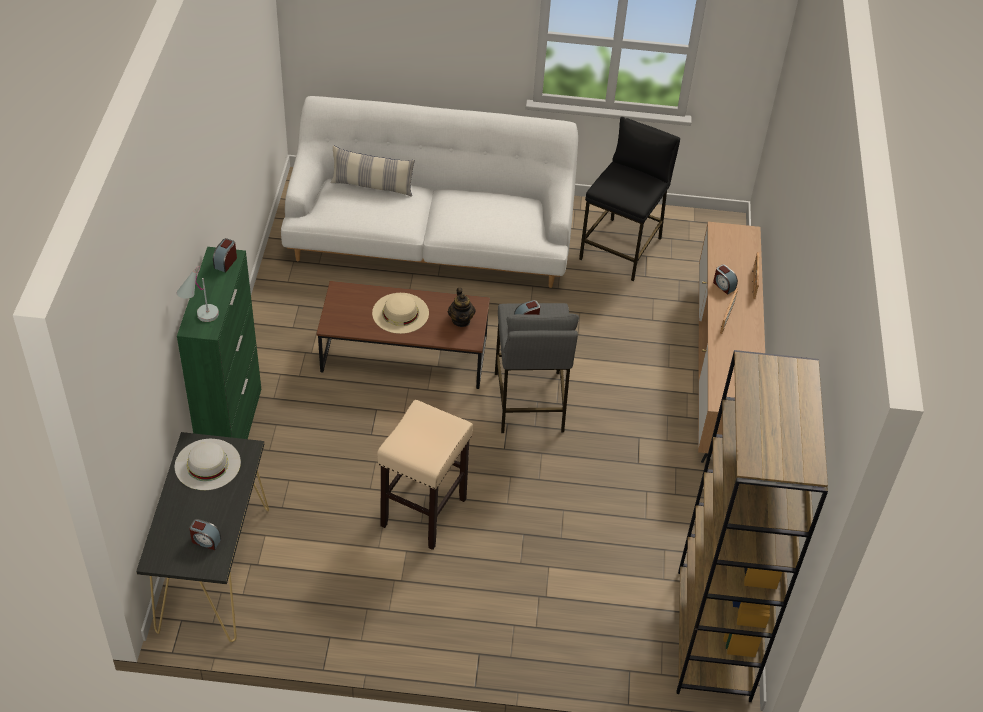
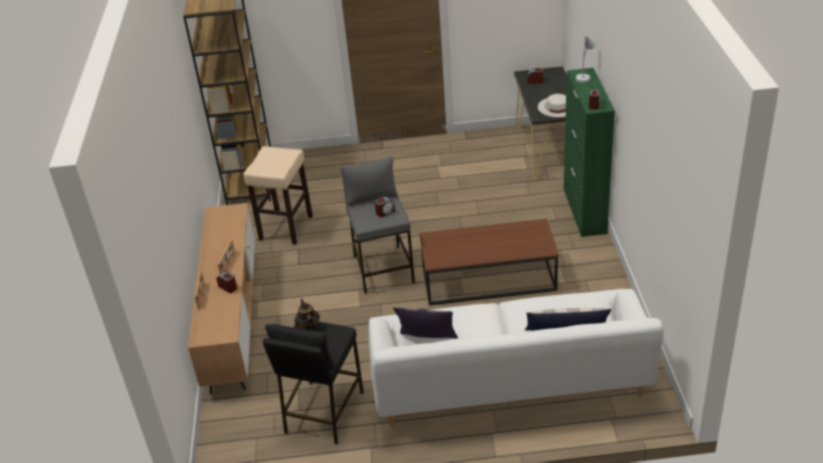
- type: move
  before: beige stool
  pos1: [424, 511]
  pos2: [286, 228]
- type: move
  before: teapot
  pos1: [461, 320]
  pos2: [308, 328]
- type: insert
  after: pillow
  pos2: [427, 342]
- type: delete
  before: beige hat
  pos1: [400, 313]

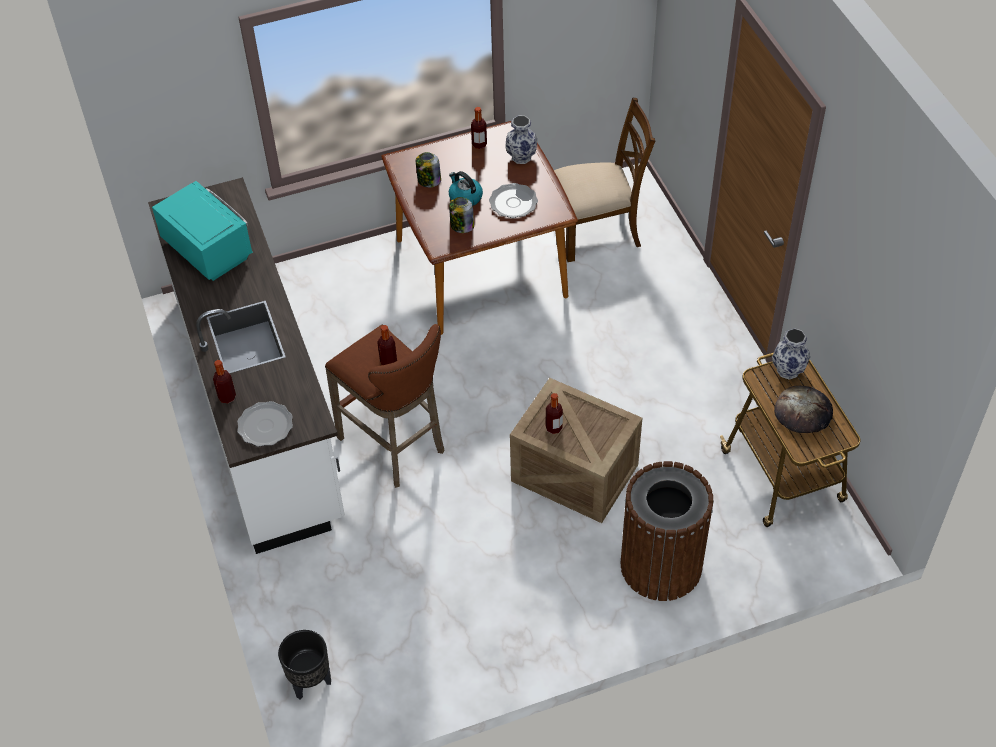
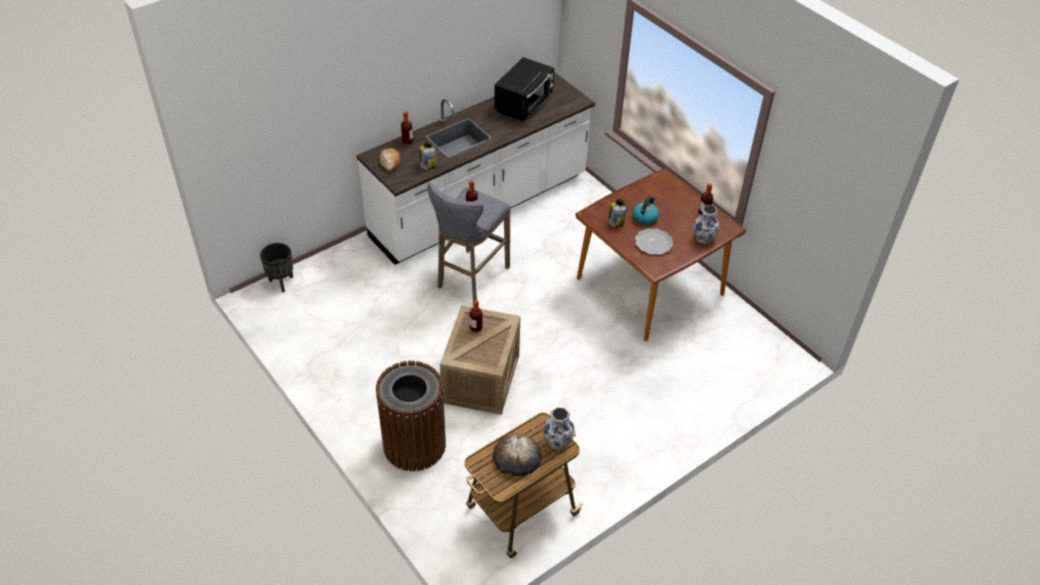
- type: replace
  before: plate
  after: bread
  pos1: [266, 426]
  pos2: [390, 162]
- type: move
  before: jar
  pos1: [428, 181]
  pos2: [427, 164]
- type: recolor
  before: brown stool
  after: grey stool
  pos1: [396, 447]
  pos2: [470, 279]
- type: recolor
  before: turquoise microwave
  after: black microwave
  pos1: [207, 249]
  pos2: [524, 104]
- type: delete
  before: brown chair
  pos1: [597, 231]

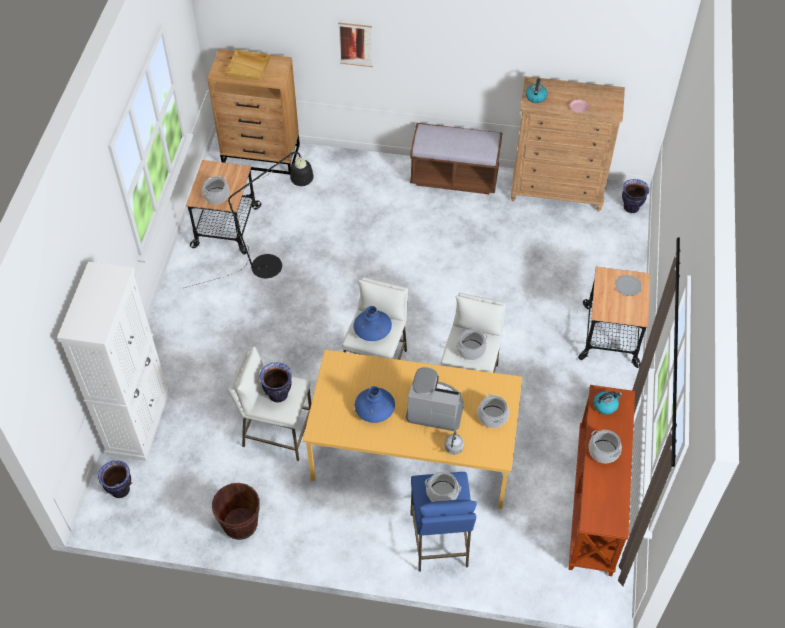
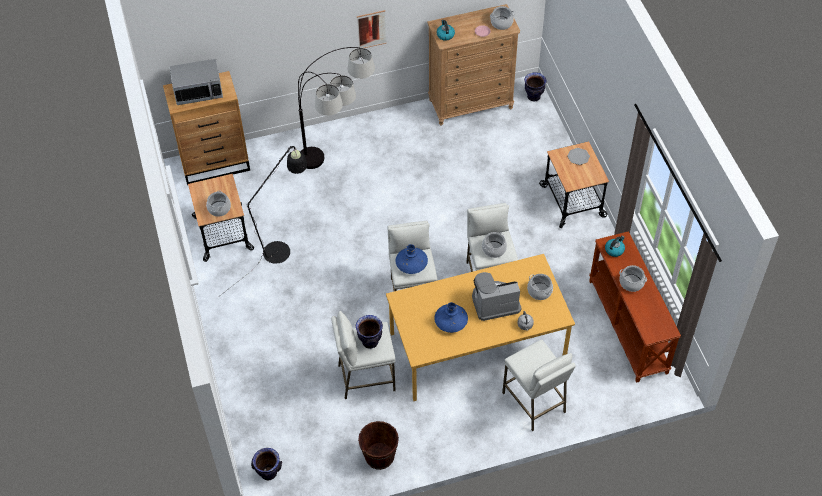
- type: replace
  before: beige tray
  after: microwave
  pos1: [248, 67]
  pos2: [198, 91]
- type: insert
  after: floor lamp
  pos2: [338, 172]
- type: move
  before: picture
  pos1: [355, 44]
  pos2: [371, 29]
- type: move
  before: cooking pot
  pos1: [442, 493]
  pos2: [501, 23]
- type: recolor
  before: blue stool
  after: white stool
  pos1: [439, 540]
  pos2: [534, 402]
- type: delete
  before: white cabinet
  pos1: [138, 421]
- type: delete
  before: brown bench
  pos1: [454, 177]

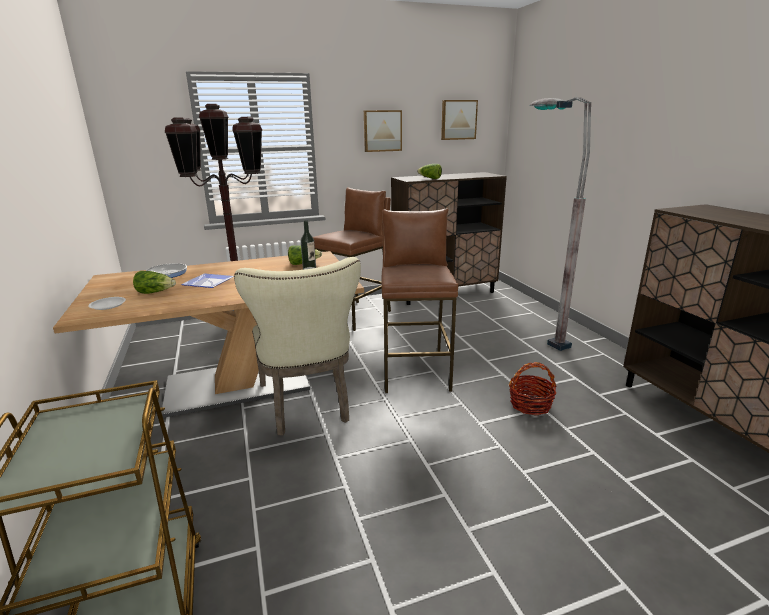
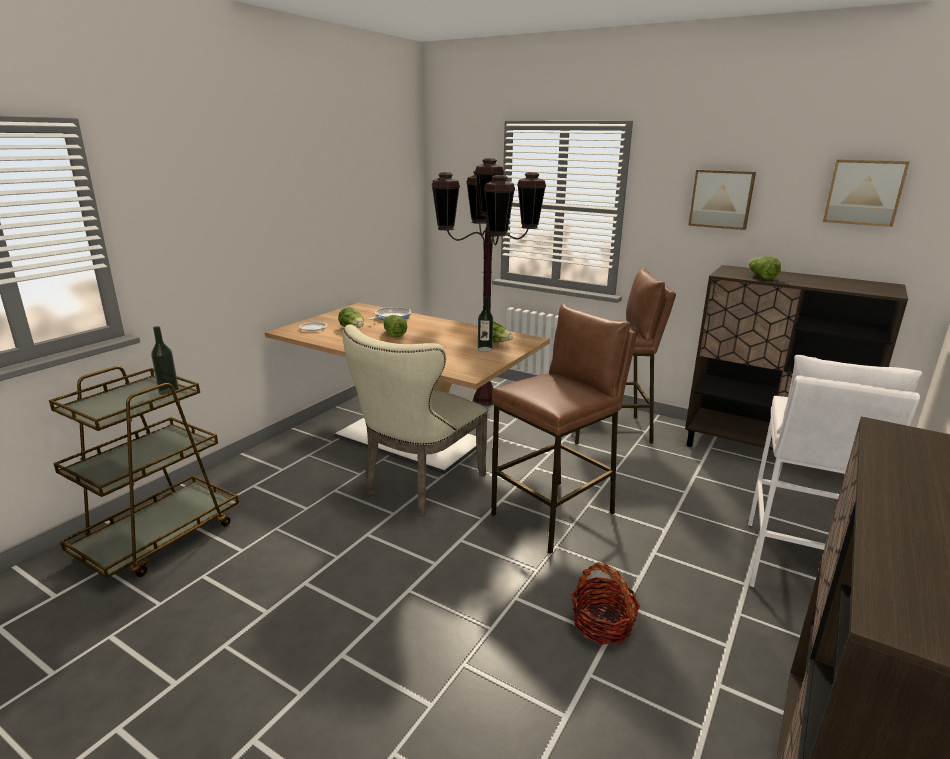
- type: insert
  after: bottle
  pos2: [169, 391]
- type: replace
  before: plate
  after: lettuce
  pos1: [208, 283]
  pos2: [394, 334]
- type: replace
  before: grey floor lamp
  after: white stool
  pos1: [534, 332]
  pos2: [795, 564]

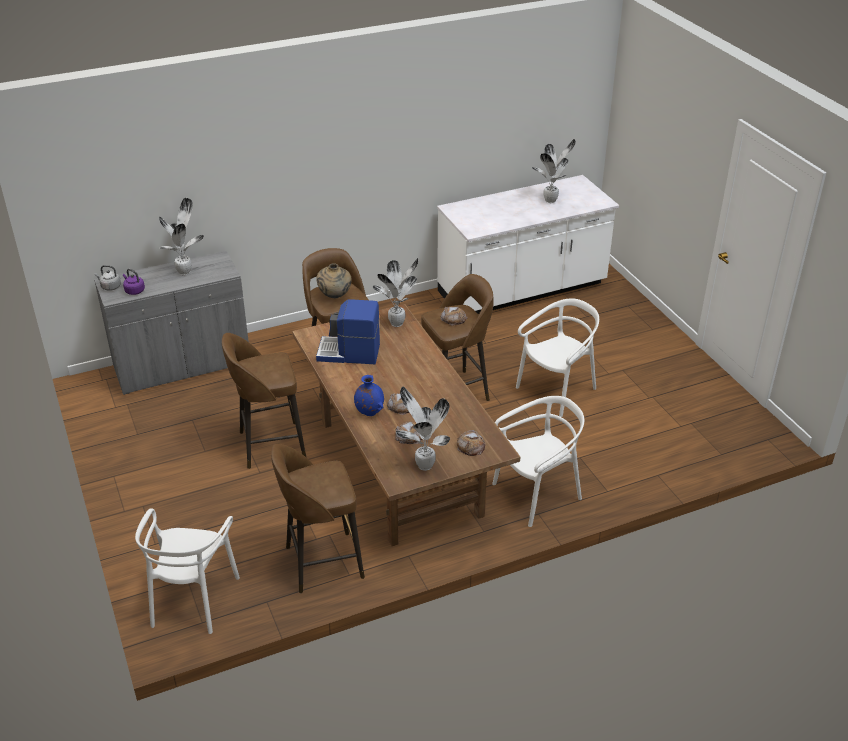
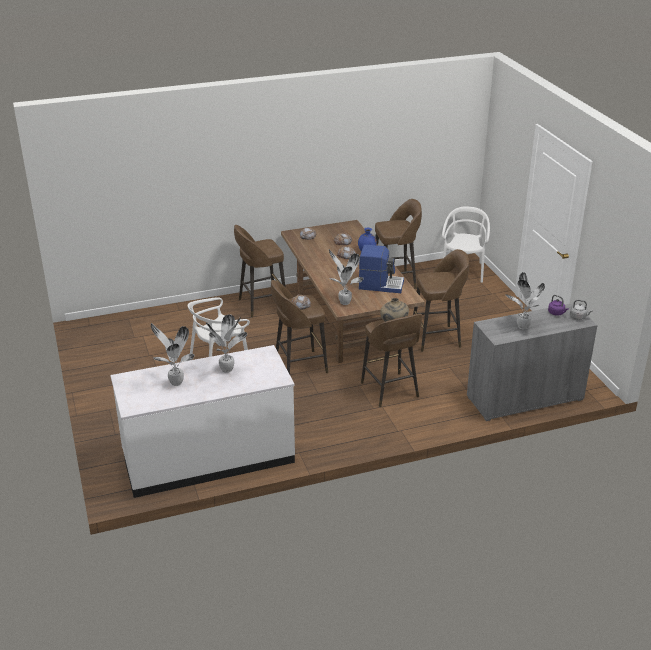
- type: move
  before: potted plant
  pos1: [423, 465]
  pos2: [228, 370]
- type: replace
  before: white chair
  after: brown stool
  pos1: [537, 494]
  pos2: [261, 304]

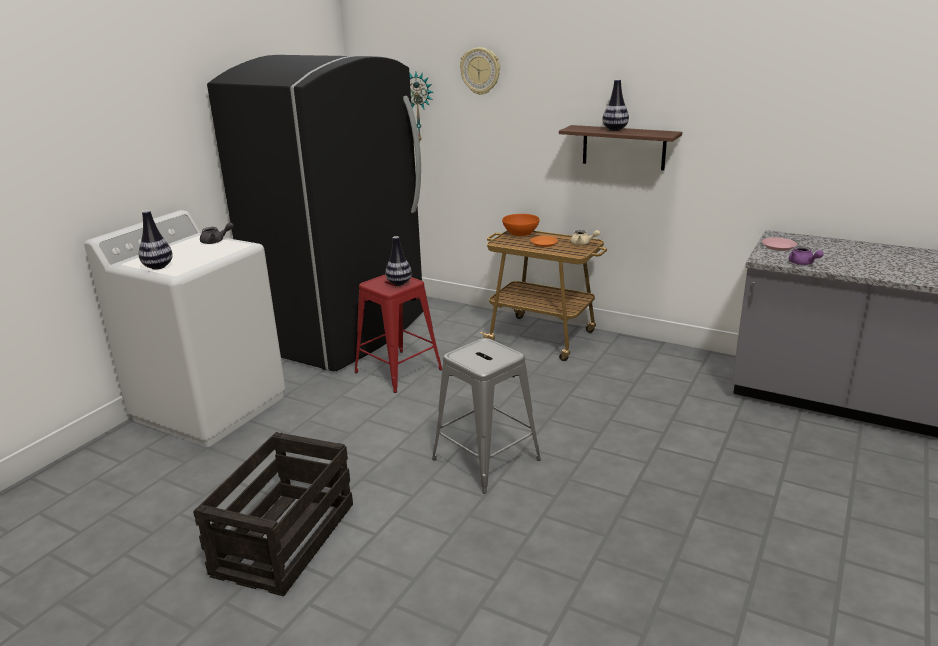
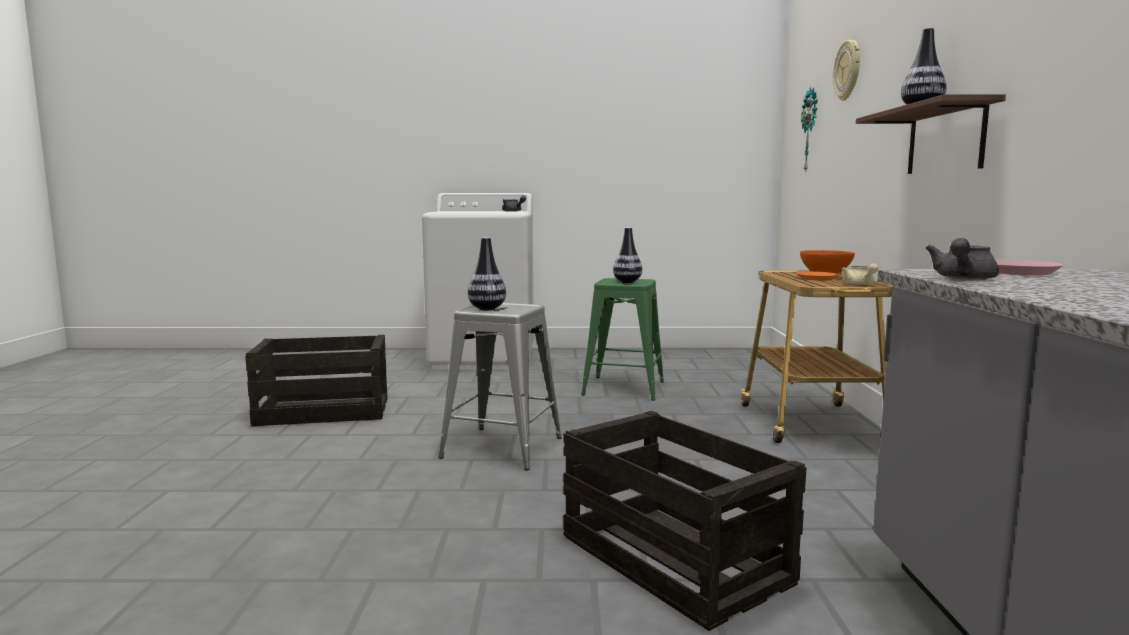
- type: move
  before: vase
  pos1: [158, 267]
  pos2: [487, 309]
- type: insert
  after: crate
  pos2: [672, 559]
- type: recolor
  before: red stool
  after: green stool
  pos1: [398, 371]
  pos2: [624, 388]
- type: recolor
  before: purple teapot
  after: grey teapot
  pos1: [803, 263]
  pos2: [962, 279]
- type: delete
  before: black fridge
  pos1: [345, 333]

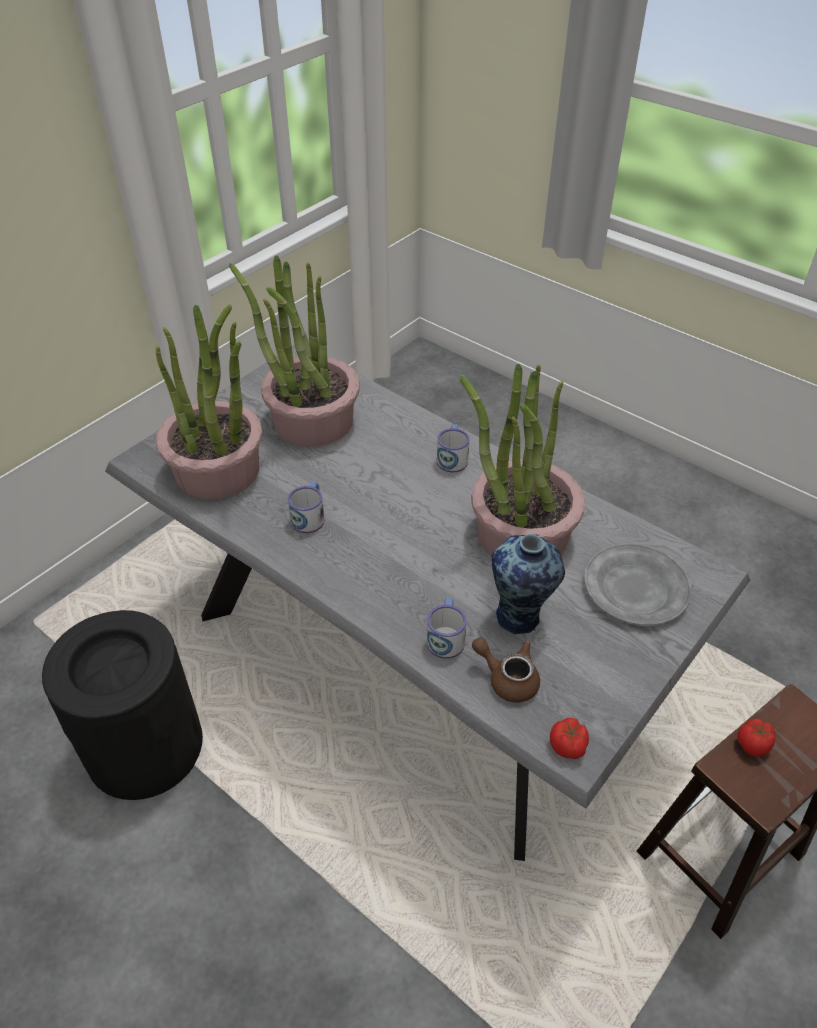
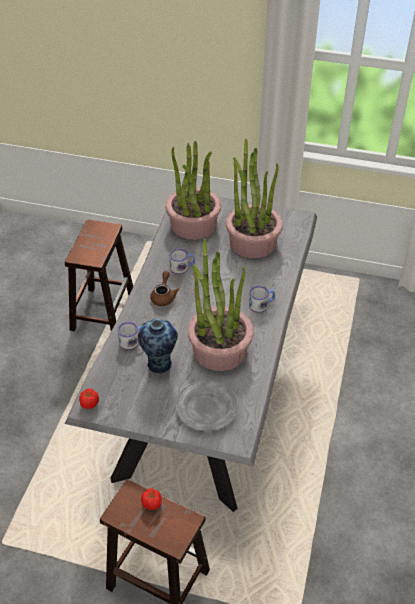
- type: replace
  before: black trash can
  after: brown stool
  pos1: [144, 746]
  pos2: [103, 311]
- type: move
  before: brown teapot
  pos1: [508, 678]
  pos2: [164, 296]

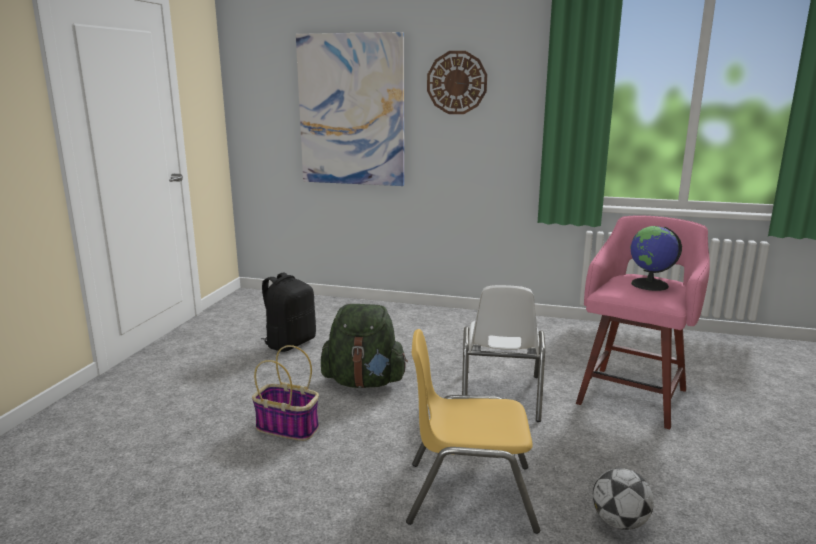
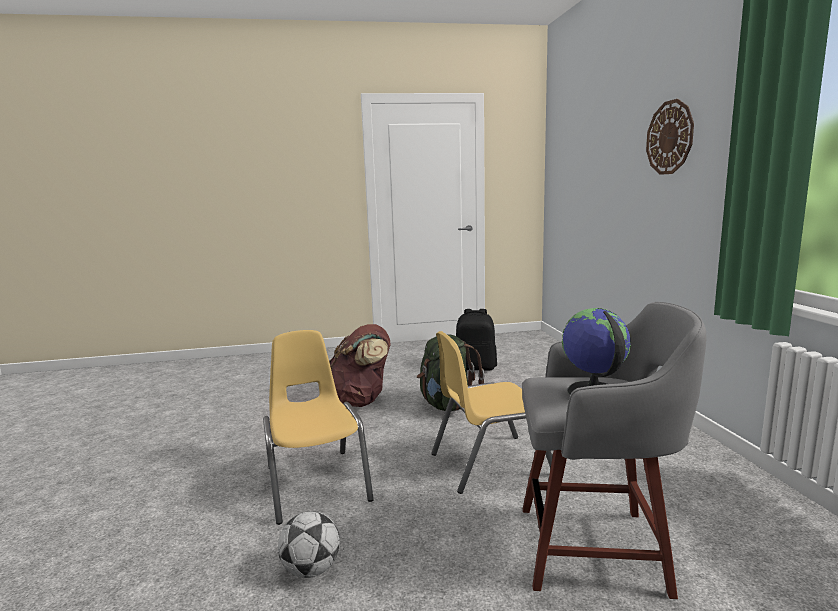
- type: replace
  before: basket
  after: brown backpack
  pos1: [289, 428]
  pos2: [359, 401]
- type: recolor
  before: white chair
  after: yellow chair
  pos1: [500, 396]
  pos2: [490, 463]
- type: recolor
  before: pink stool
  after: grey stool
  pos1: [634, 395]
  pos2: [597, 549]
- type: delete
  before: picture
  pos1: [351, 110]

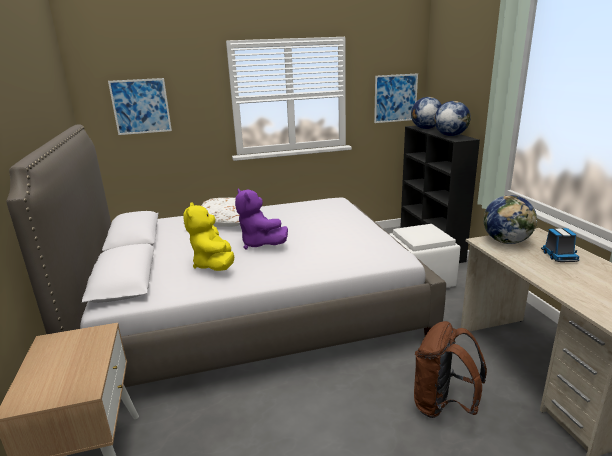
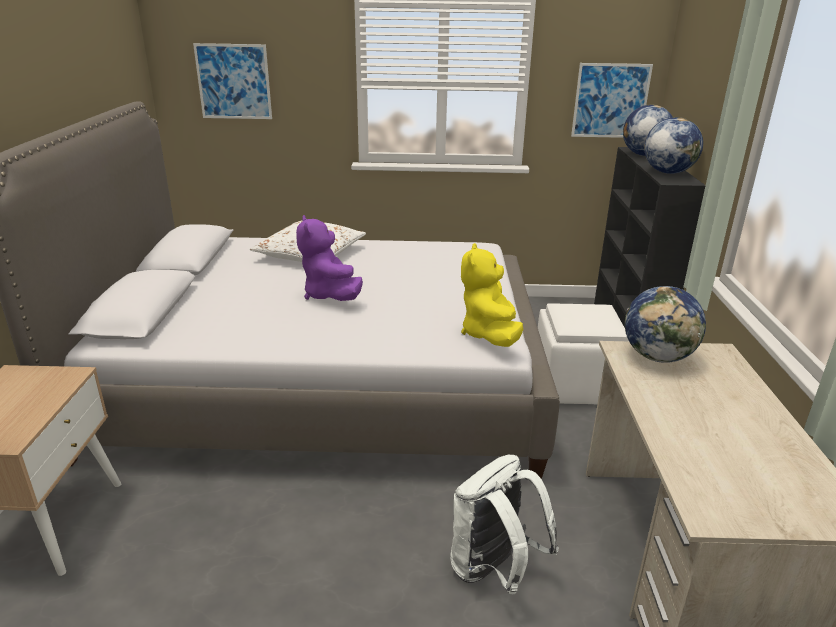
- type: recolor
  before: brown backpack
  after: white backpack
  pos1: [442, 405]
  pos2: [493, 570]
- type: move
  before: yellow plush toy
  pos1: [214, 265]
  pos2: [490, 335]
- type: delete
  before: toy truck
  pos1: [558, 256]

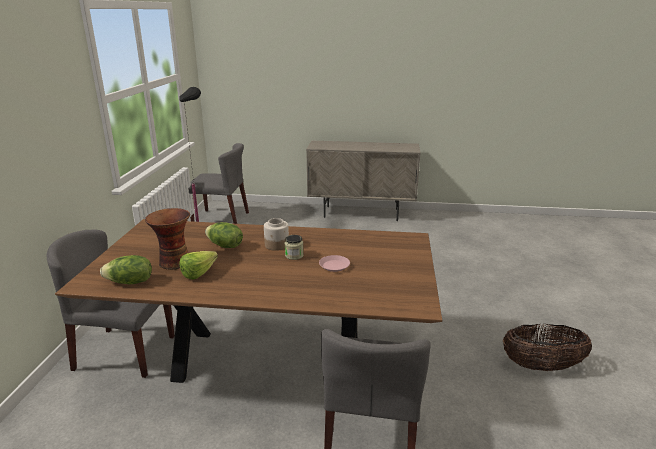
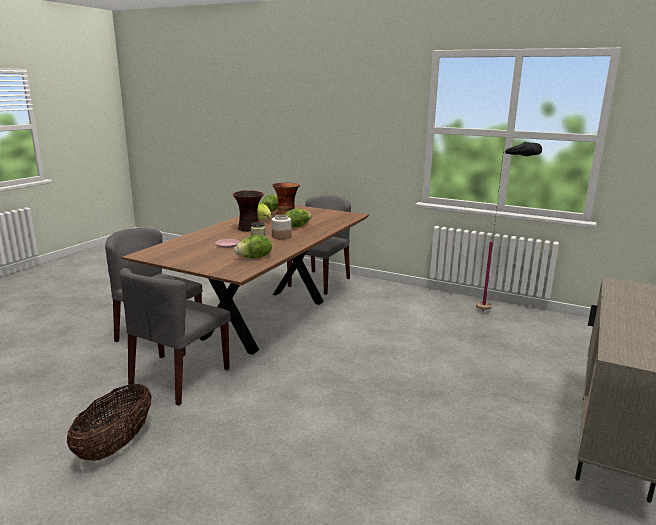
- type: move
  before: grey chair
  pos1: [221, 218]
  pos2: [180, 378]
- type: insert
  after: vase
  pos2: [249, 229]
- type: insert
  after: lettuce
  pos2: [254, 257]

